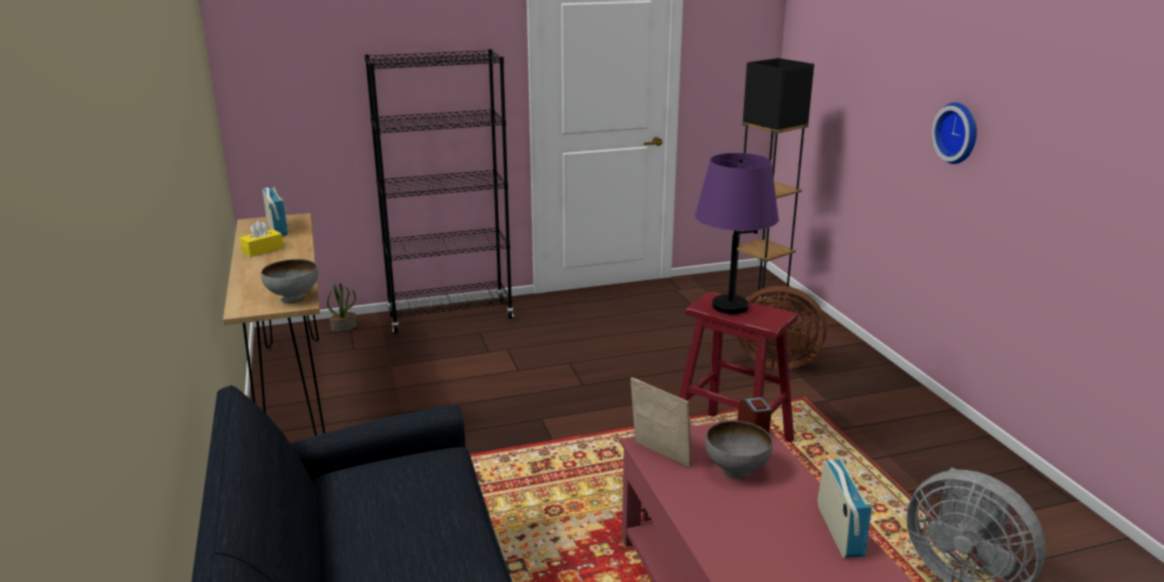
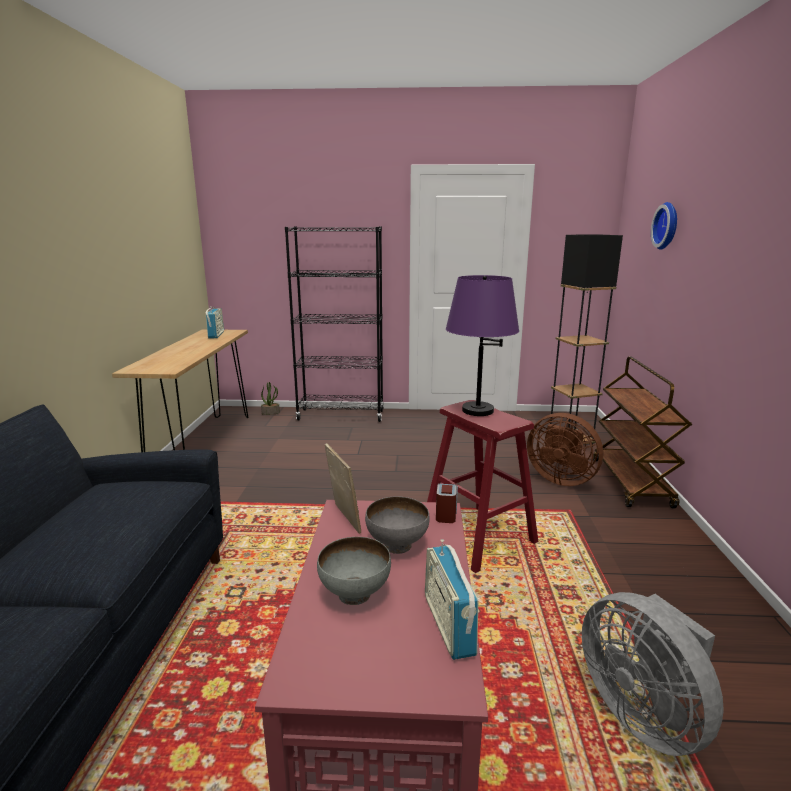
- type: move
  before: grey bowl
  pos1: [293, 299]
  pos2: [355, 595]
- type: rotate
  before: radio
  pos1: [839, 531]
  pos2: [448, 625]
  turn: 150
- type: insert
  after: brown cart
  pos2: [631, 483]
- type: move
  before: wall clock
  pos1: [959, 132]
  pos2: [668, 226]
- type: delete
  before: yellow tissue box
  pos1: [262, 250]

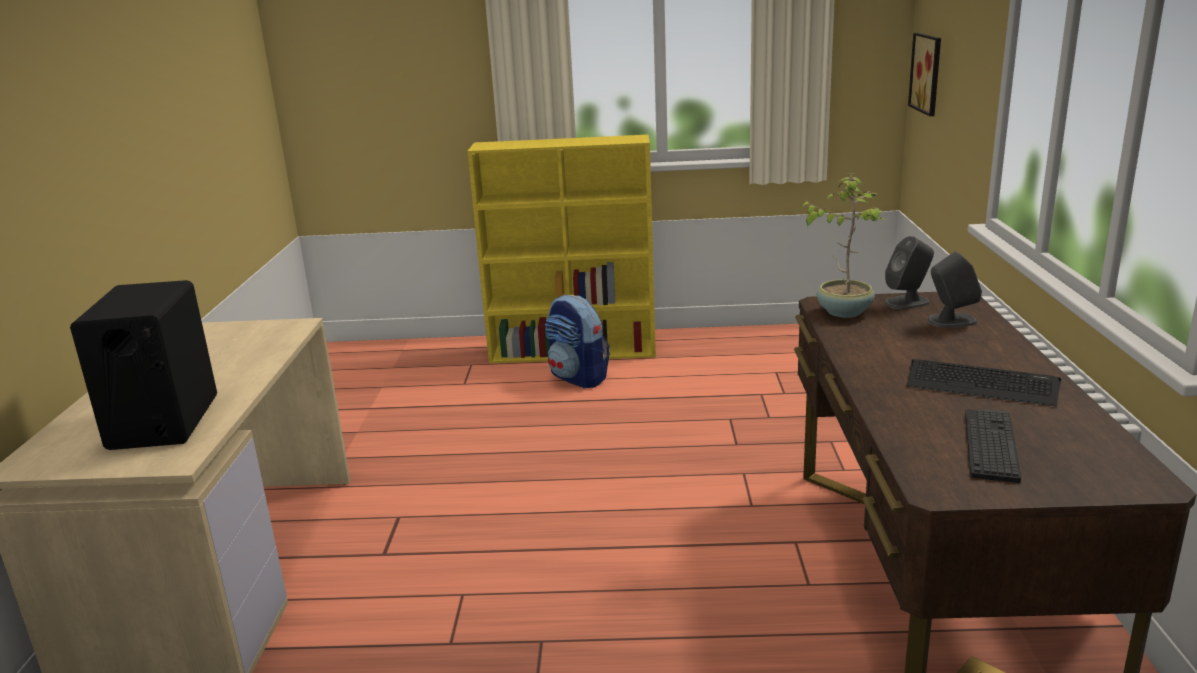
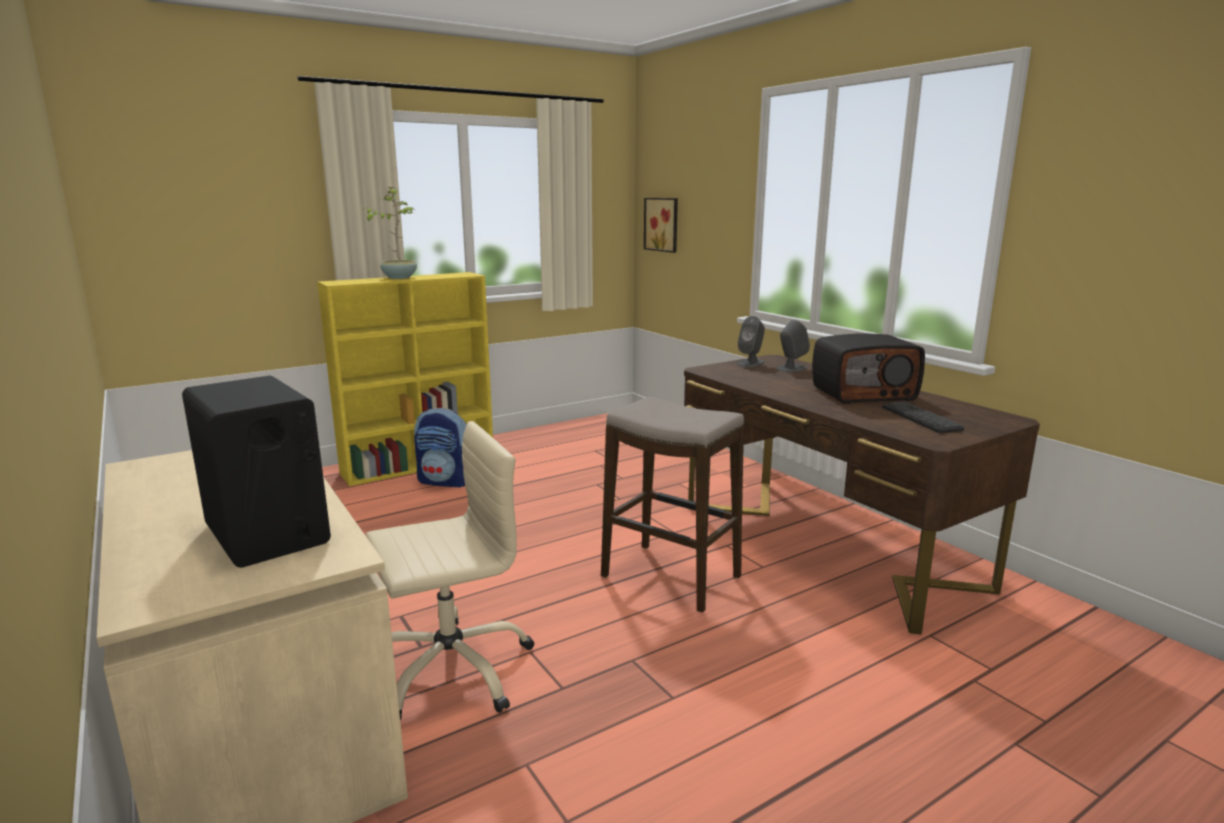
- type: move
  before: potted plant
  pos1: [844, 311]
  pos2: [399, 277]
- type: insert
  after: beige office chair
  pos2: [451, 669]
- type: insert
  after: stool
  pos2: [671, 577]
- type: replace
  before: keyboard
  after: radio
  pos1: [981, 384]
  pos2: [863, 393]

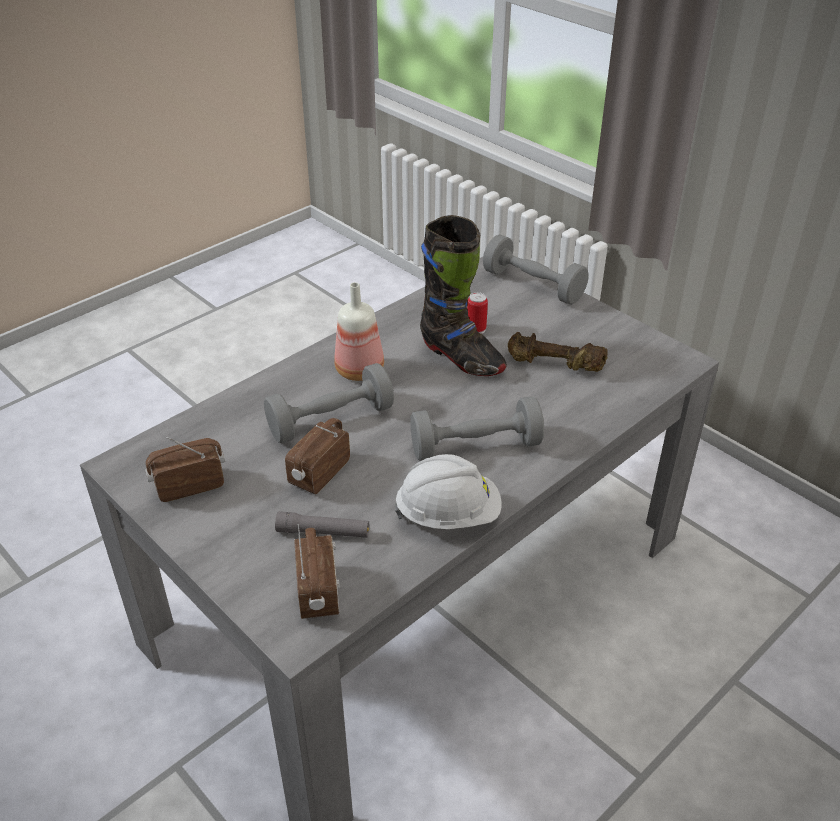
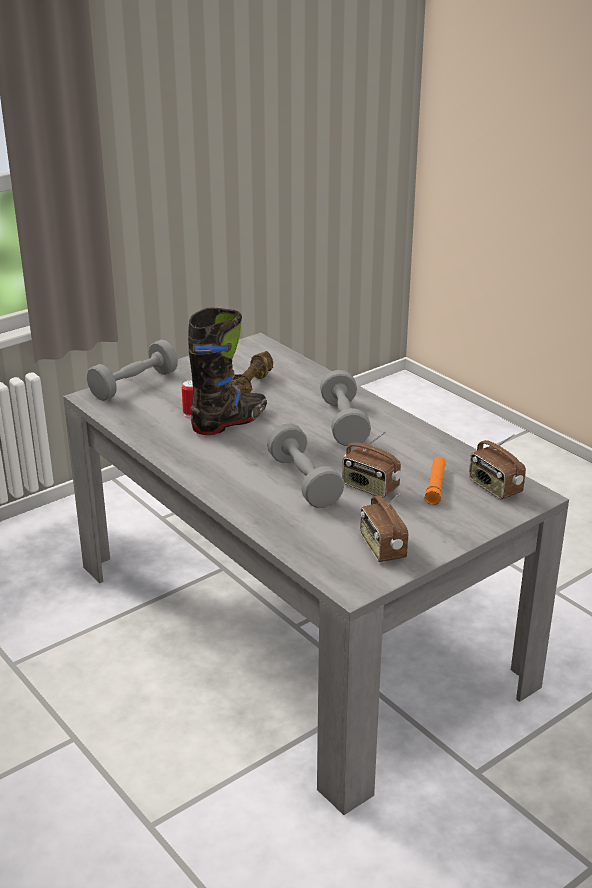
- type: recolor
  before: grey flashlight
  after: orange flashlight
  pos1: [323, 532]
  pos2: [435, 486]
- type: rotate
  before: radio
  pos1: [319, 592]
  pos2: [494, 487]
  turn: -120
- type: delete
  before: bottle
  pos1: [361, 369]
- type: delete
  before: white hard hat
  pos1: [448, 514]

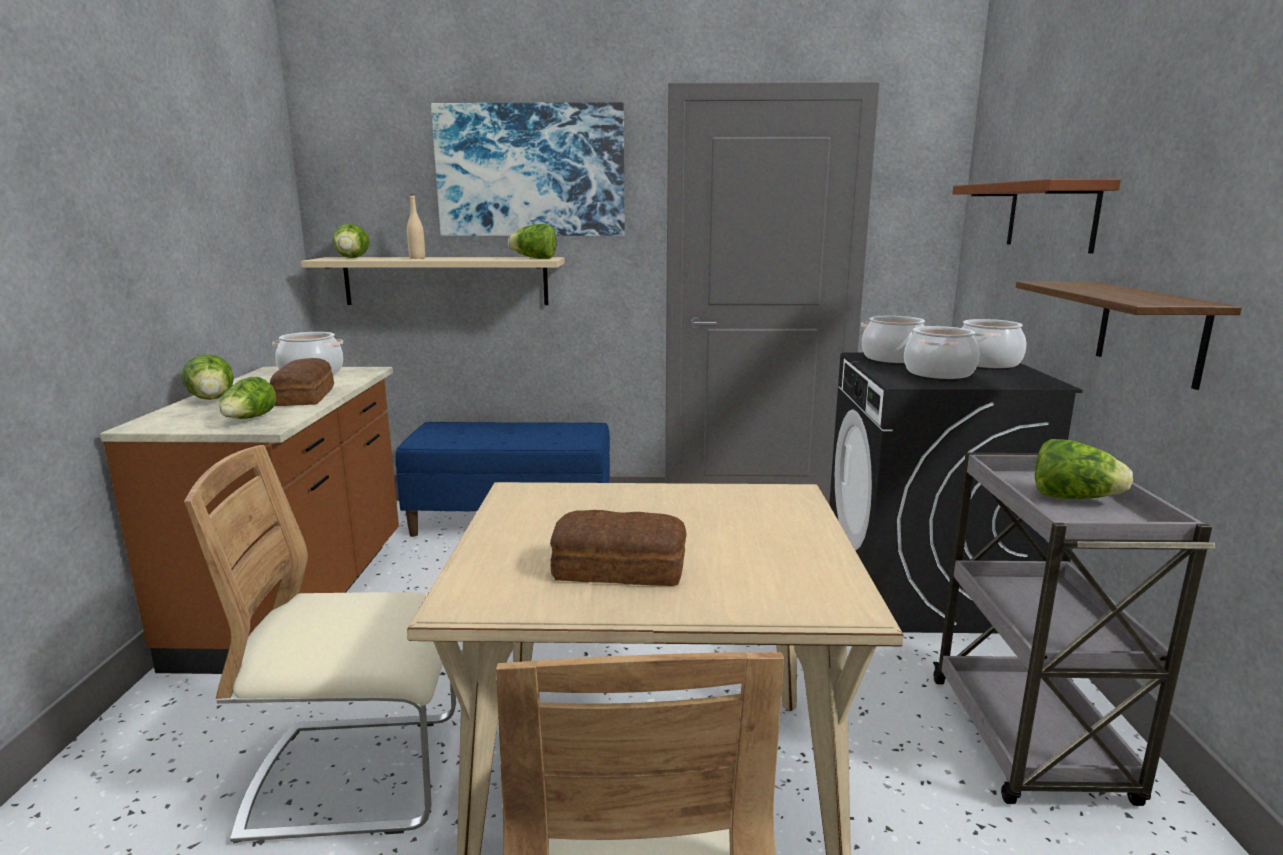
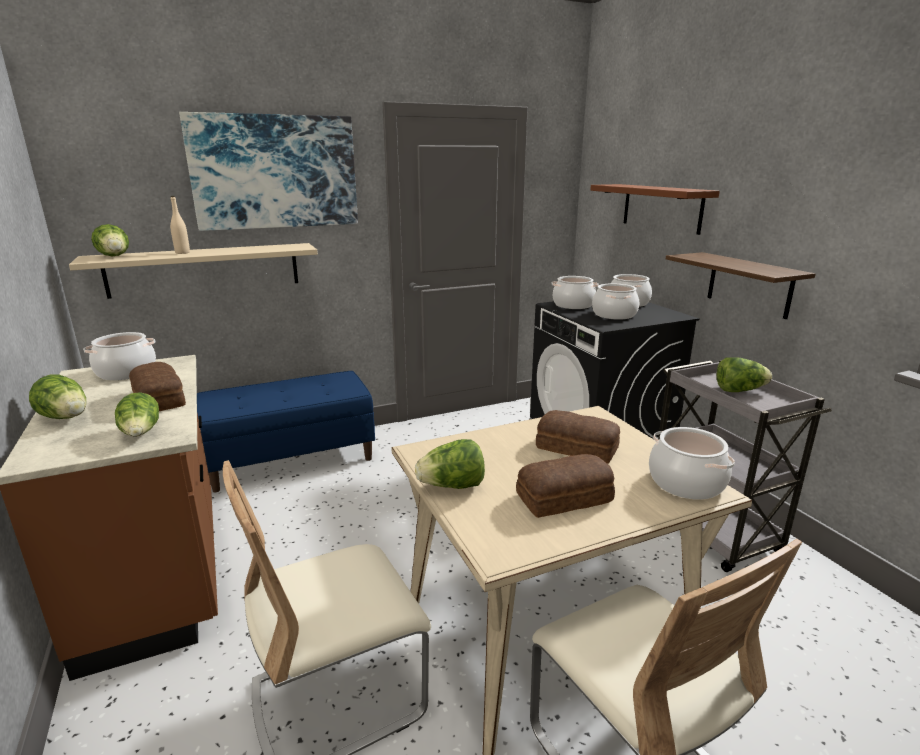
- type: move
  before: lettuce
  pos1: [534, 258]
  pos2: [452, 486]
- type: insert
  after: bread
  pos2: [577, 449]
- type: insert
  after: cooking pot
  pos2: [685, 482]

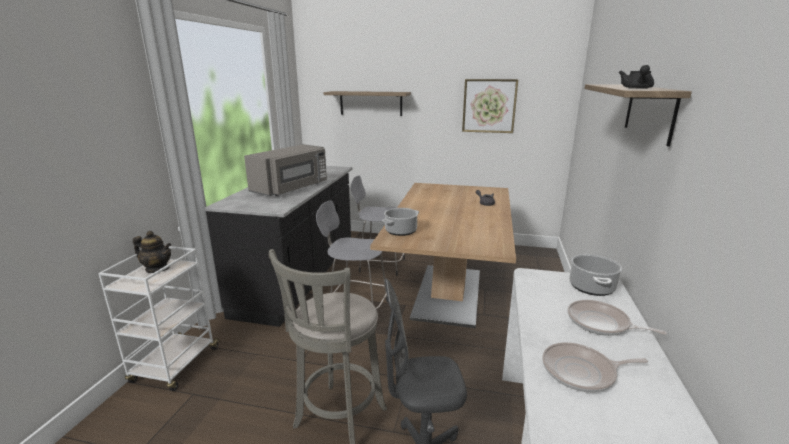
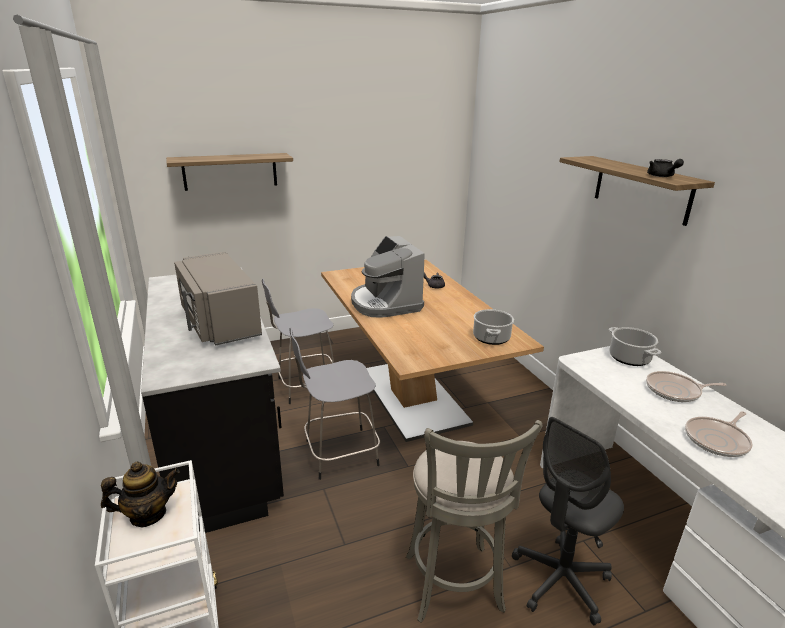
- type: rotate
  before: grey microwave
  pos1: [291, 188]
  pos2: [219, 322]
  turn: 150
- type: insert
  after: coffee machine
  pos2: [385, 303]
- type: move
  before: cooking pot
  pos1: [400, 231]
  pos2: [491, 338]
- type: delete
  before: picture
  pos1: [489, 106]

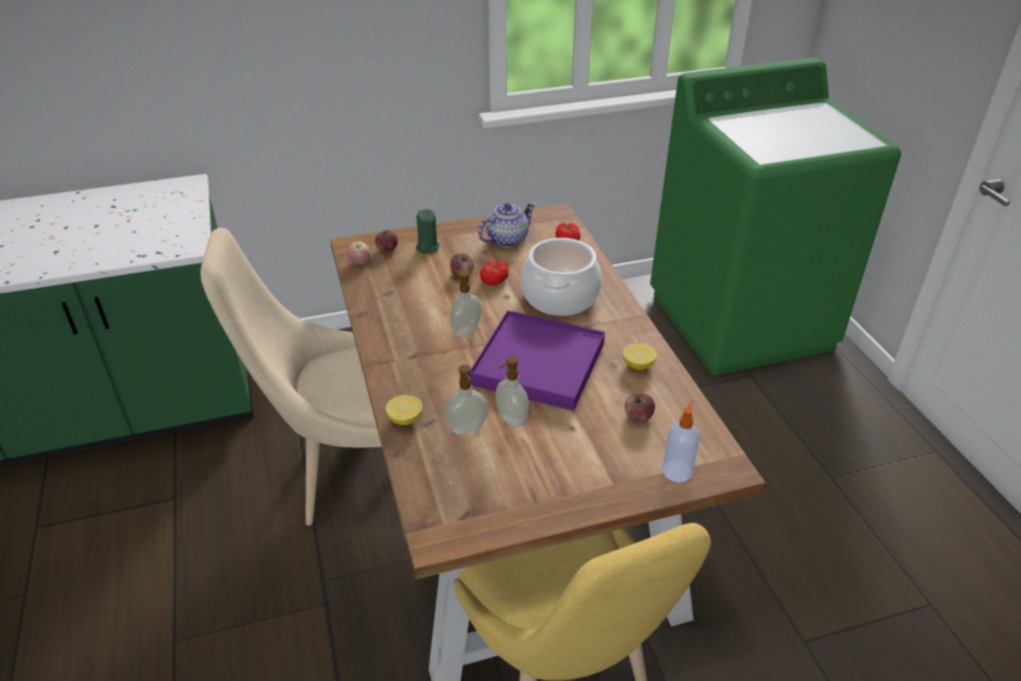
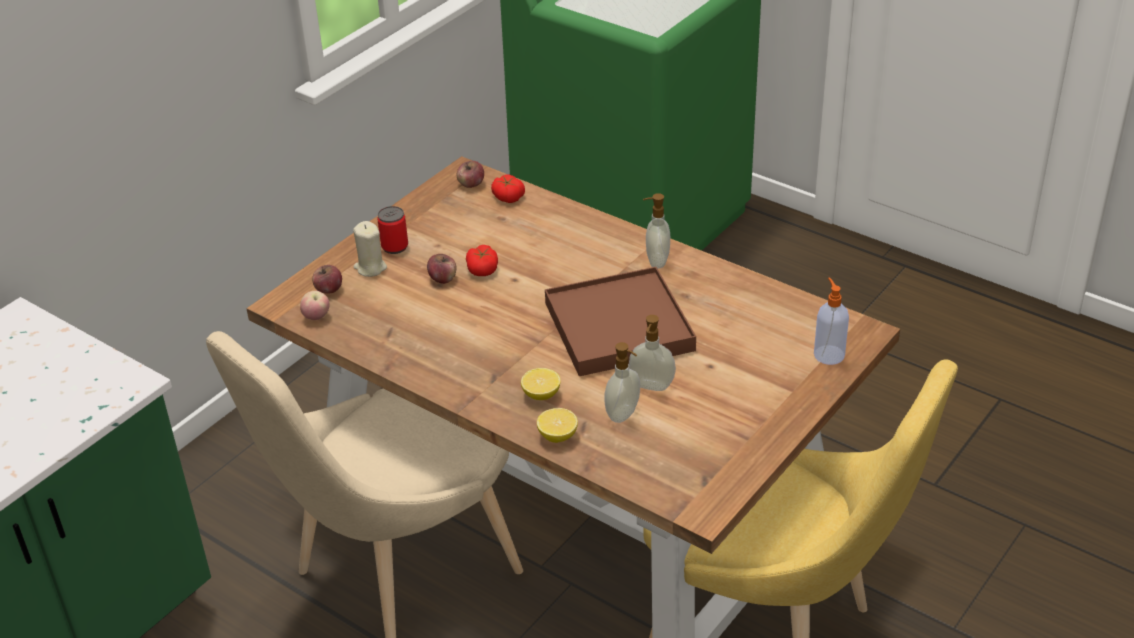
- type: recolor
  before: green candle
  after: beige candle
  pos1: [427, 247]
  pos2: [370, 268]
- type: insert
  after: can
  pos2: [395, 247]
- type: move
  before: apple
  pos1: [638, 417]
  pos2: [471, 184]
- type: move
  before: lemon
  pos1: [638, 365]
  pos2: [541, 395]
- type: recolor
  before: purple tray
  after: brown tray
  pos1: [538, 363]
  pos2: [618, 327]
- type: move
  before: soap dispenser
  pos1: [465, 330]
  pos2: [656, 261]
- type: delete
  before: teapot
  pos1: [507, 239]
- type: delete
  before: cooking pot
  pos1: [560, 297]

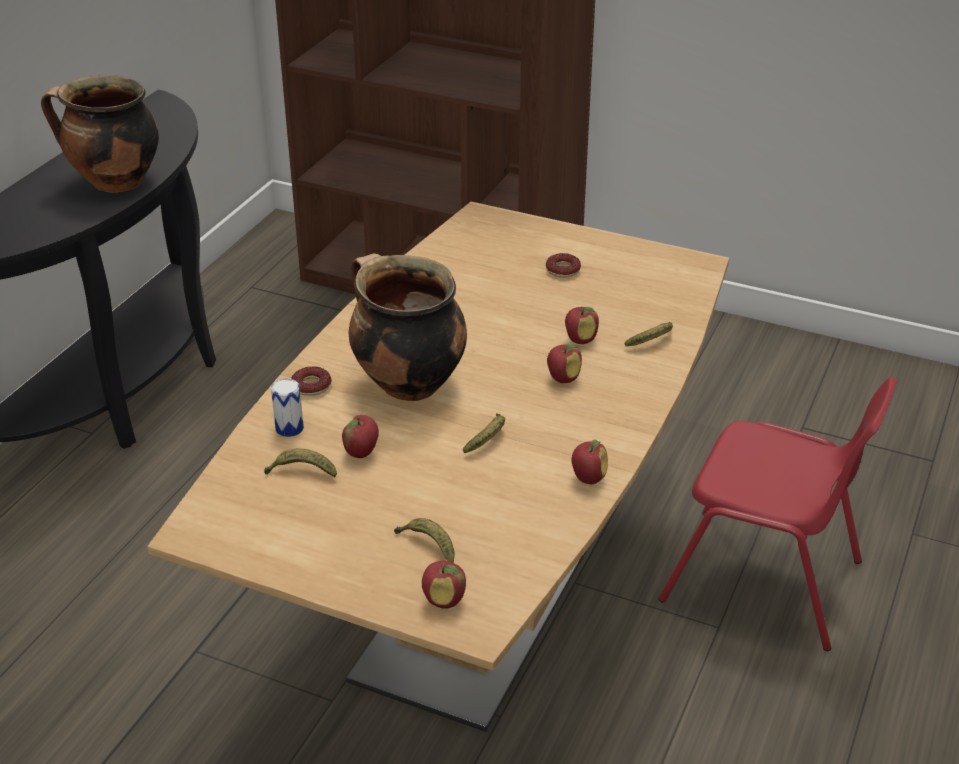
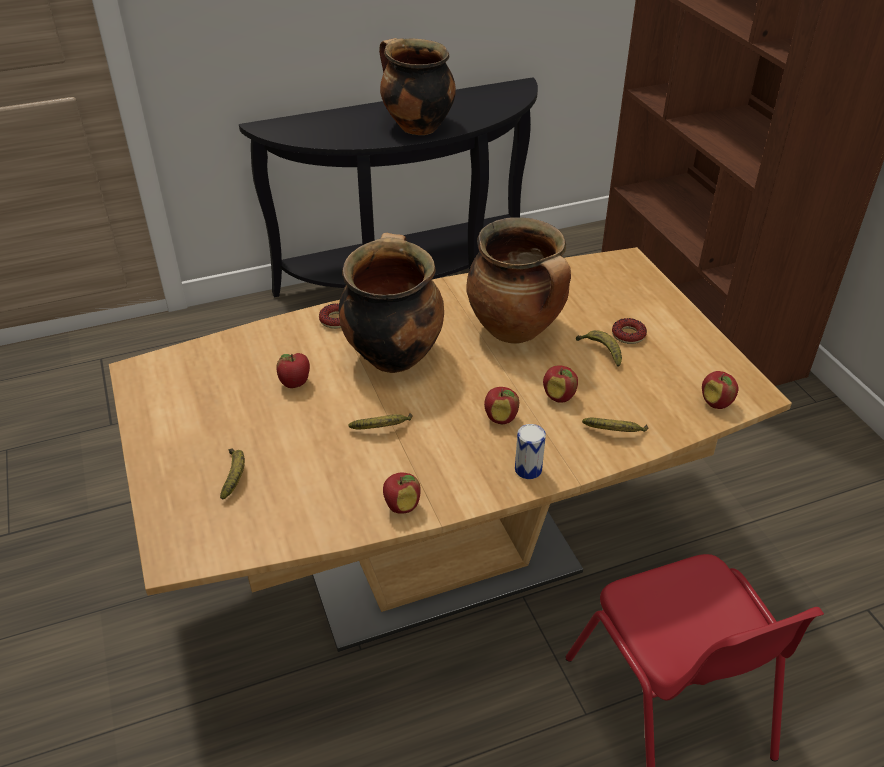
- type: insert
  after: cooking pot
  pos2: [517, 331]
- type: move
  before: can
  pos1: [289, 428]
  pos2: [528, 469]
- type: move
  before: banana
  pos1: [302, 472]
  pos2: [601, 351]
- type: move
  before: apple
  pos1: [444, 600]
  pos2: [716, 403]

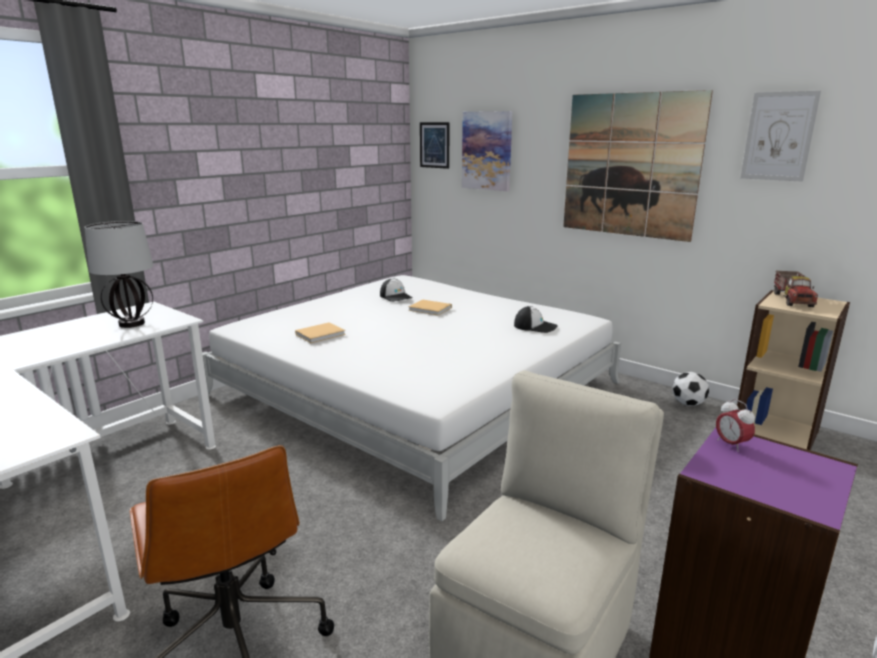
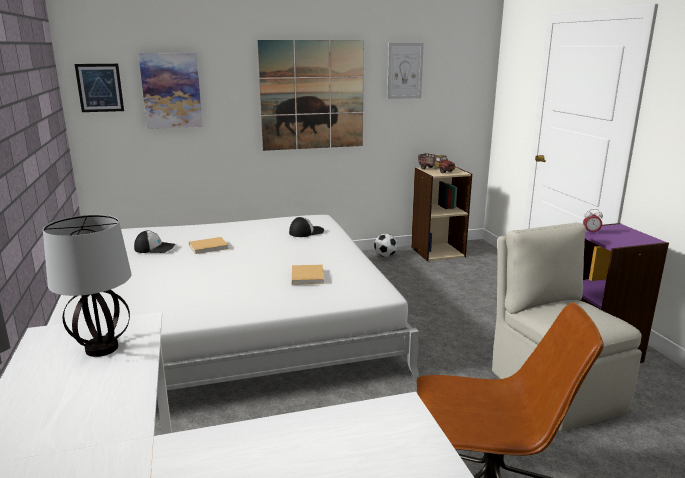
- type: move
  before: beige book
  pos1: [321, 334]
  pos2: [307, 275]

